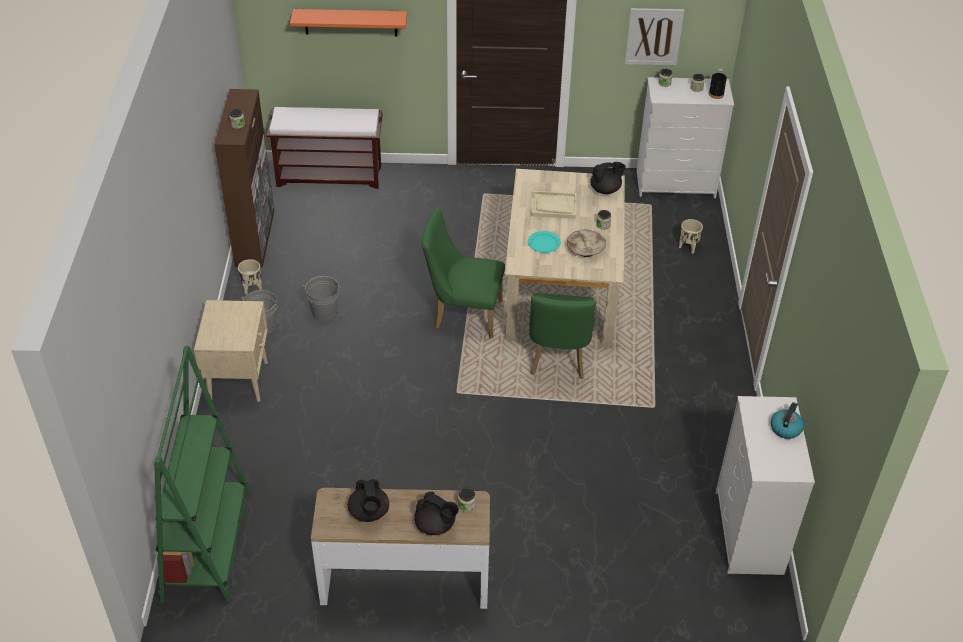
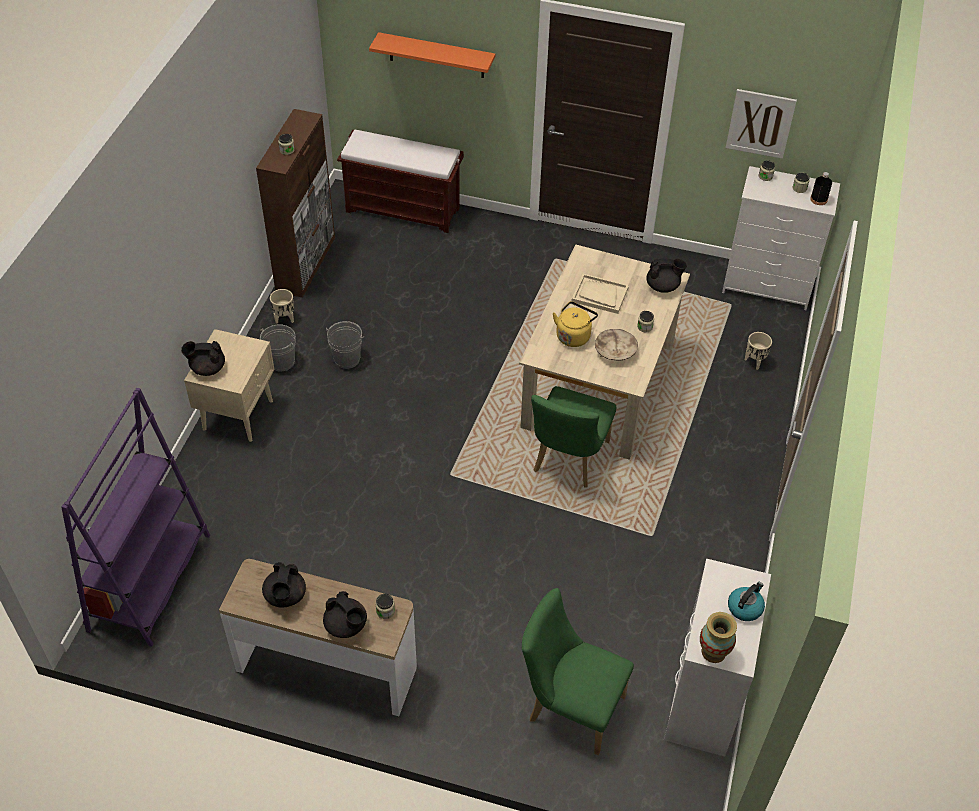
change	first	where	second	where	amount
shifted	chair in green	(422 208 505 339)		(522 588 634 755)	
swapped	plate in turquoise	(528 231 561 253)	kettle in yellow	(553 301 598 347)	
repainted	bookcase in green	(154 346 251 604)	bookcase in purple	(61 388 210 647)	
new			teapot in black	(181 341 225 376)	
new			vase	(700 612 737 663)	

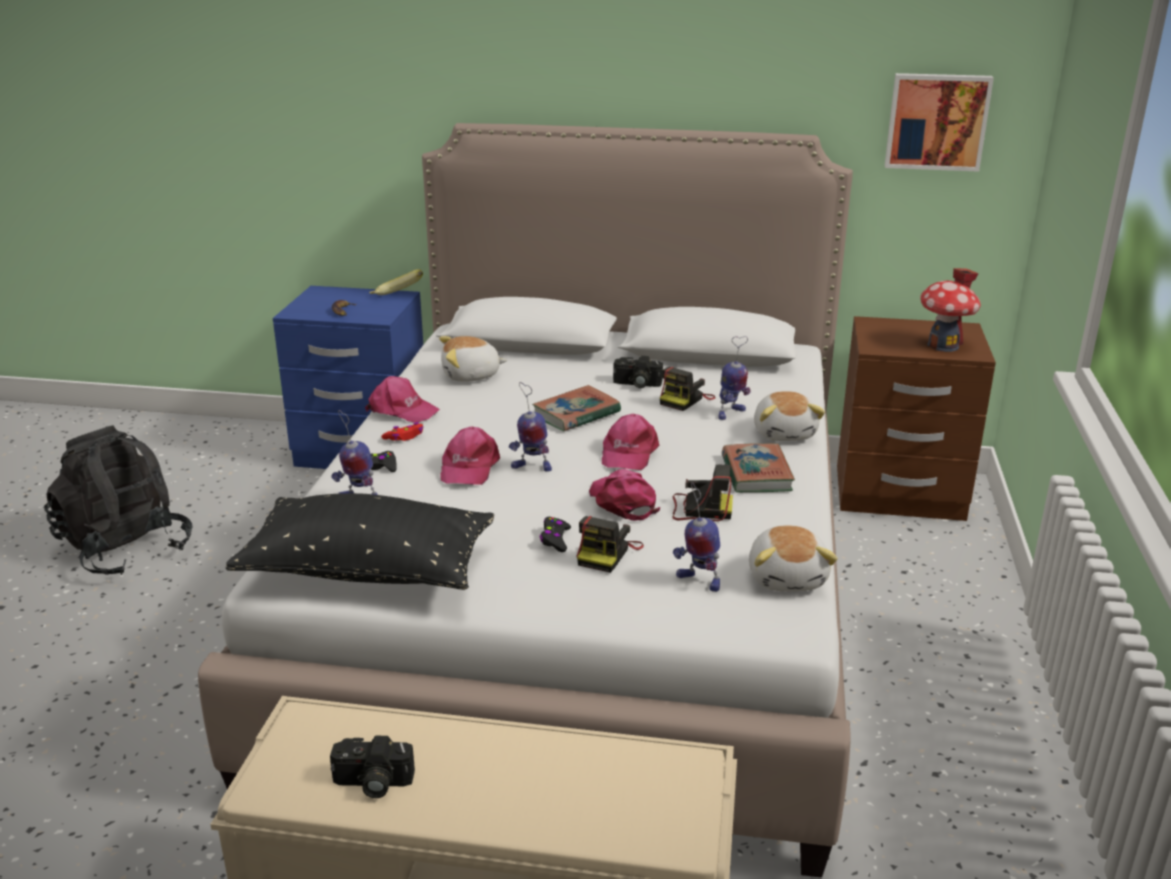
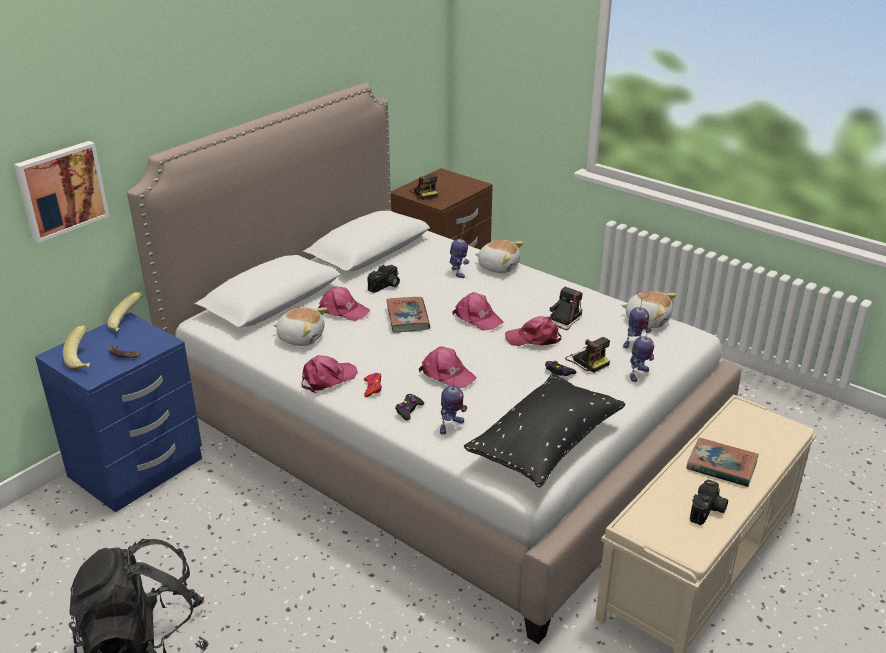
change	first	where	second	where	amount
shifted	picture	(885 73 994 172)		(14 141 109 243)	
gone	toy house	(920 268 981 352)			
rotated	plush toy	(439 336 507 382)		(273 307 327 346)	90 degrees counterclockwise
shifted	photo camera	(660 367 716 411)		(409 174 438 200)	
shifted	toy robot	(509 382 552 472)		(630 319 656 382)	
shifted	book	(722 443 795 493)		(686 438 759 487)	
new			cap in pink	(318 286 370 321)	
new			banana	(63 325 90 370)	

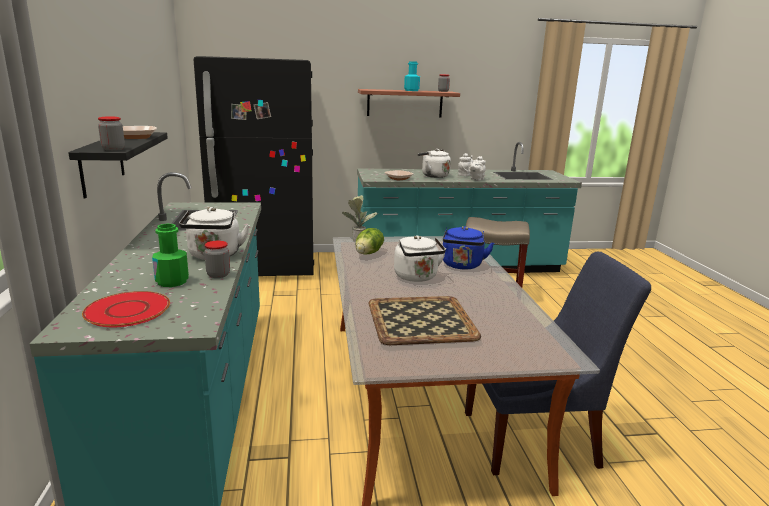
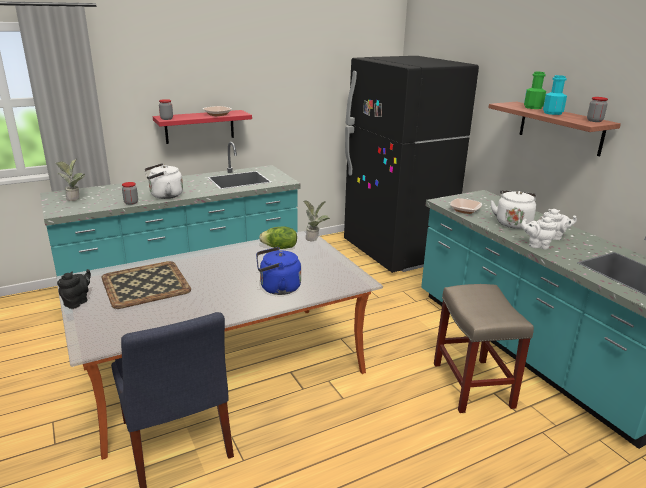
change	first	where	second	where	amount
repainted	shelf in black	(68 132 168 198)	shelf in red	(153 110 252 144)	
shifted	bottle in green	(152 224 189 287)		(524 72 546 109)	
gone	kettle in white	(394 235 446 282)			
swapped	plate in red	(82 291 170 327)	potted plant	(56 159 85 201)	
new			teapot in black	(57 269 91 309)	

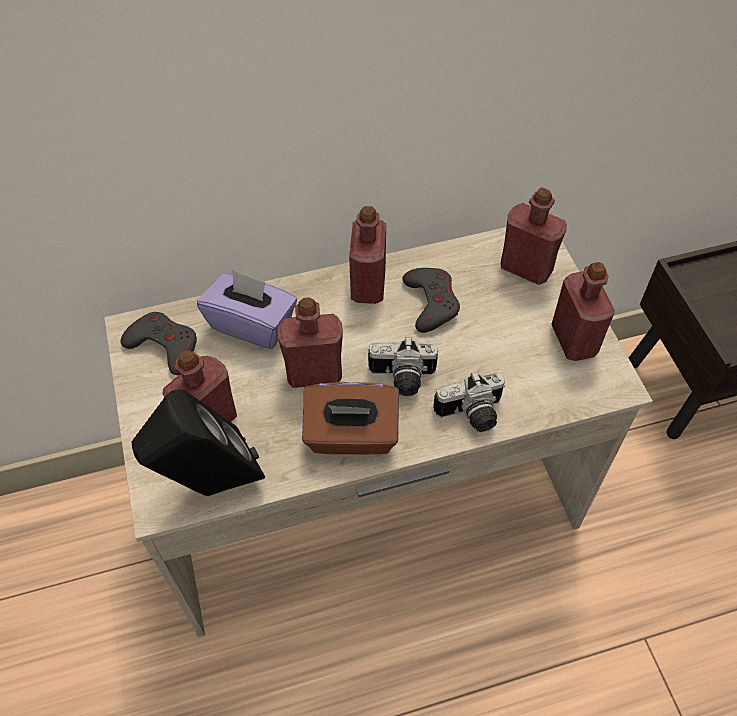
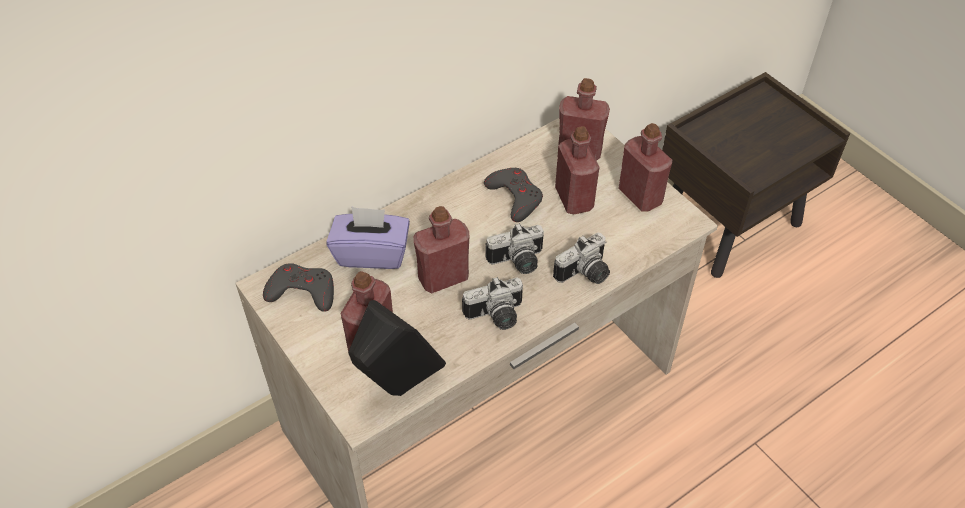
change	first	where	second	where	amount
shifted	bottle in red	(349 206 386 304)		(555 126 600 214)	
swapped	tissue box in brown	(302 382 399 455)	photo camera	(462 277 523 330)	

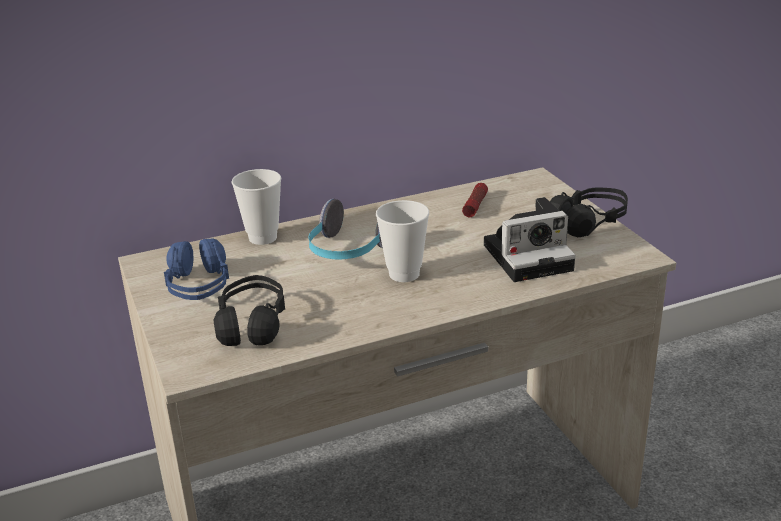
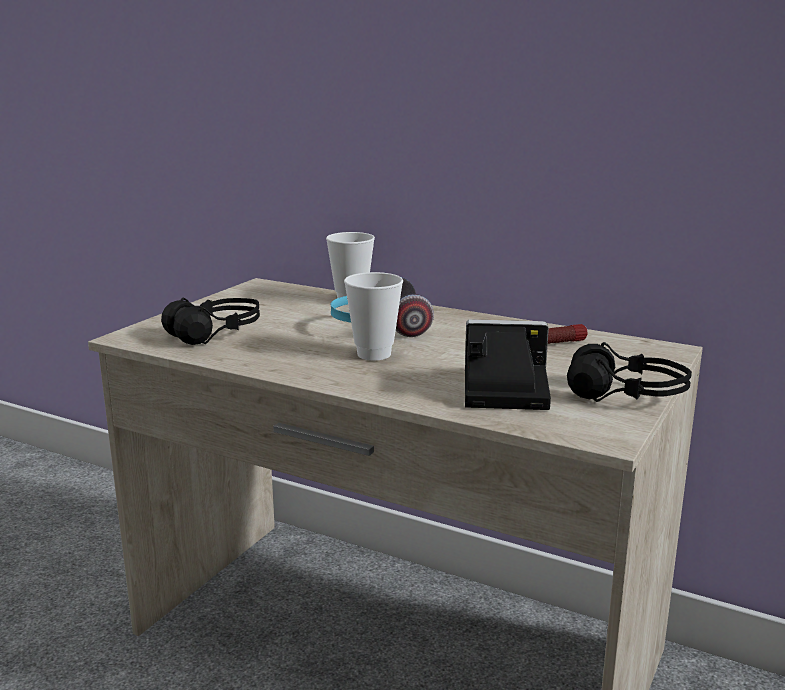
change	first	where	second	where	amount
rotated	photo camera	(484 197 576 282)		(465 319 551 410)	150 degrees clockwise
gone	headphones in blue	(164 239 229 300)			

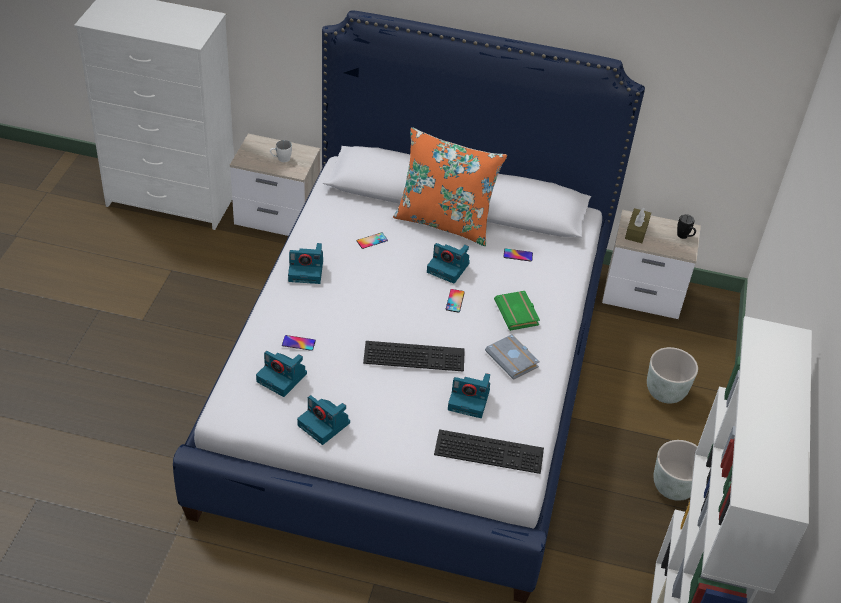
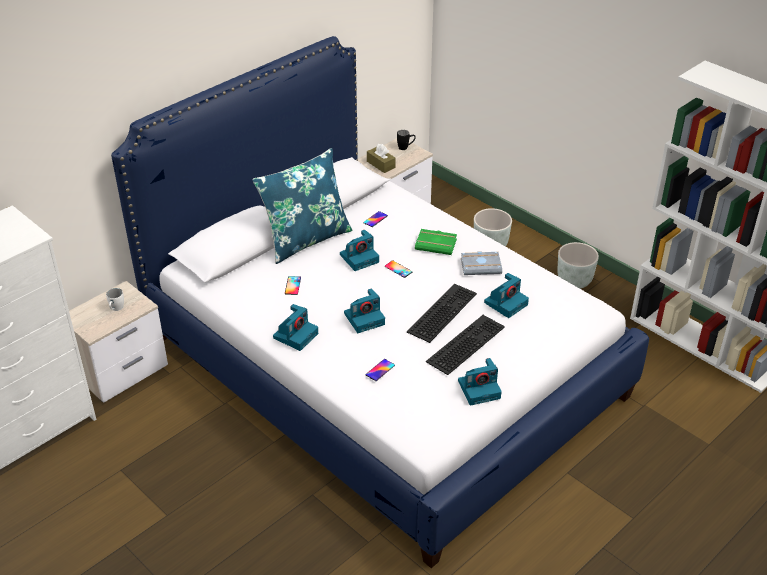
change	first	where	second	where	amount
repainted	pillow in orange	(393 127 507 246)	pillow in blue	(253 148 352 264)	
shifted	photo camera	(256 351 307 397)		(344 288 385 333)	
shifted	keyboard	(434 429 544 474)		(426 315 505 375)	

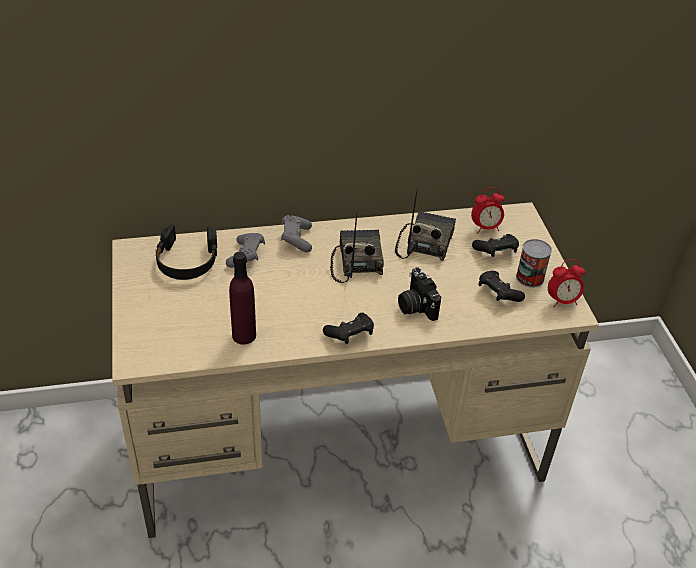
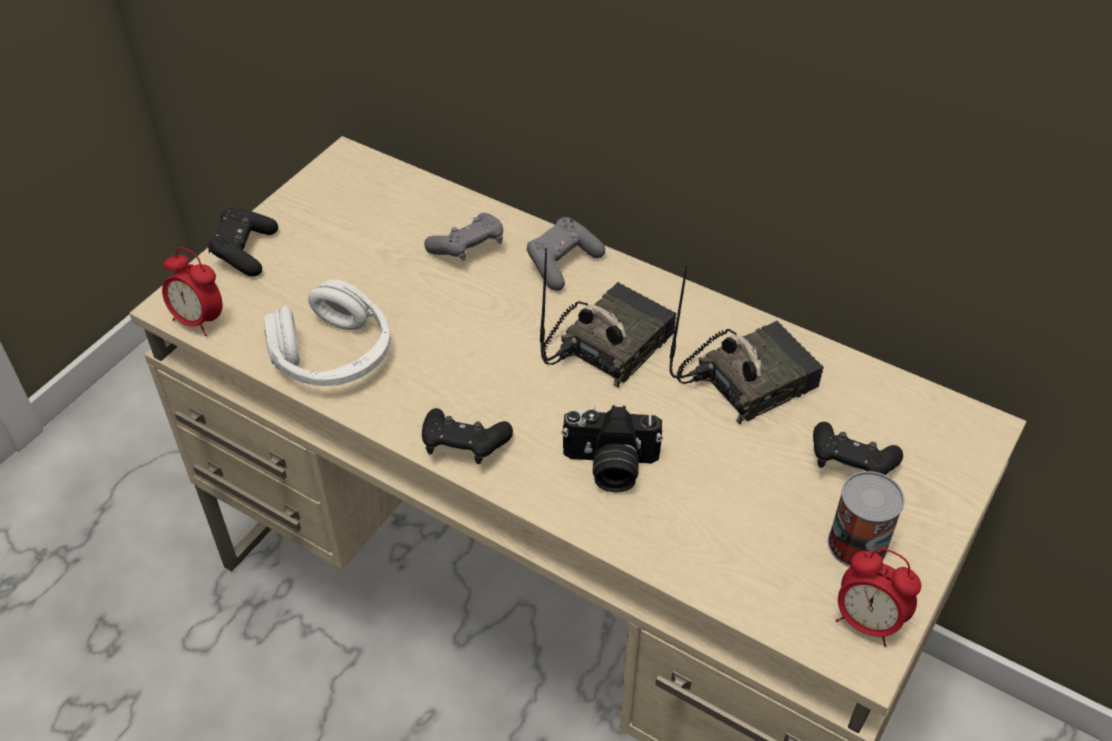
change	first	where	second	where	amount
shifted	alarm clock	(471 187 505 233)		(162 247 223 336)	
gone	headphones in black	(155 224 217 280)			
swapped	bottle in purple	(229 252 256 345)	headphones in white	(264 279 391 386)	
rotated	photo camera	(398 268 441 321)		(561 405 663 493)	105 degrees counterclockwise
shifted	game controller in black	(479 271 525 302)		(208 208 278 277)	

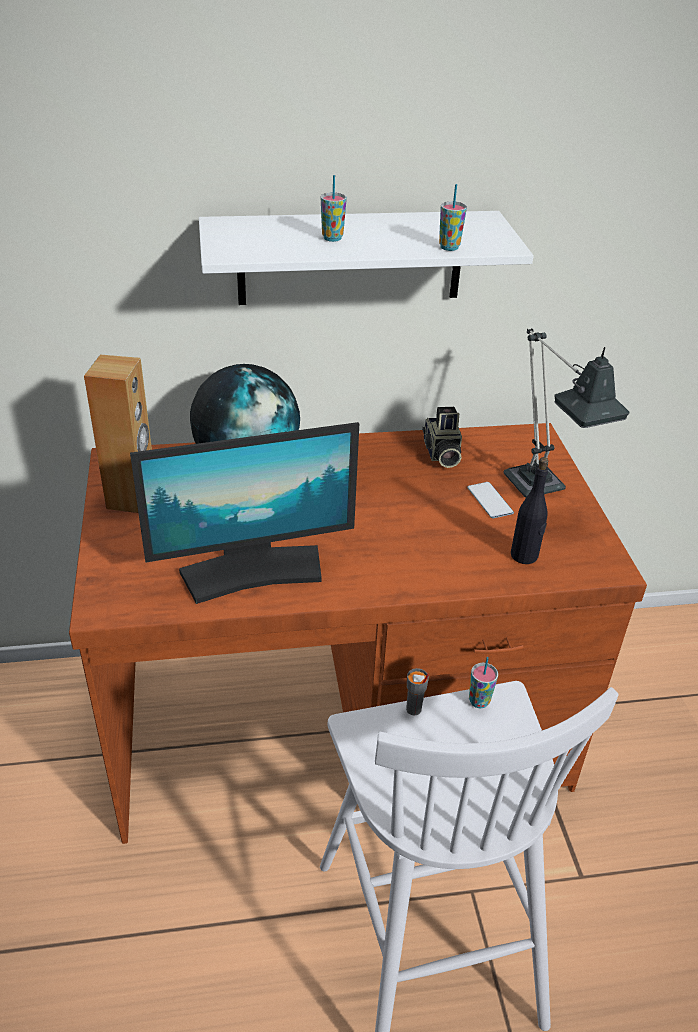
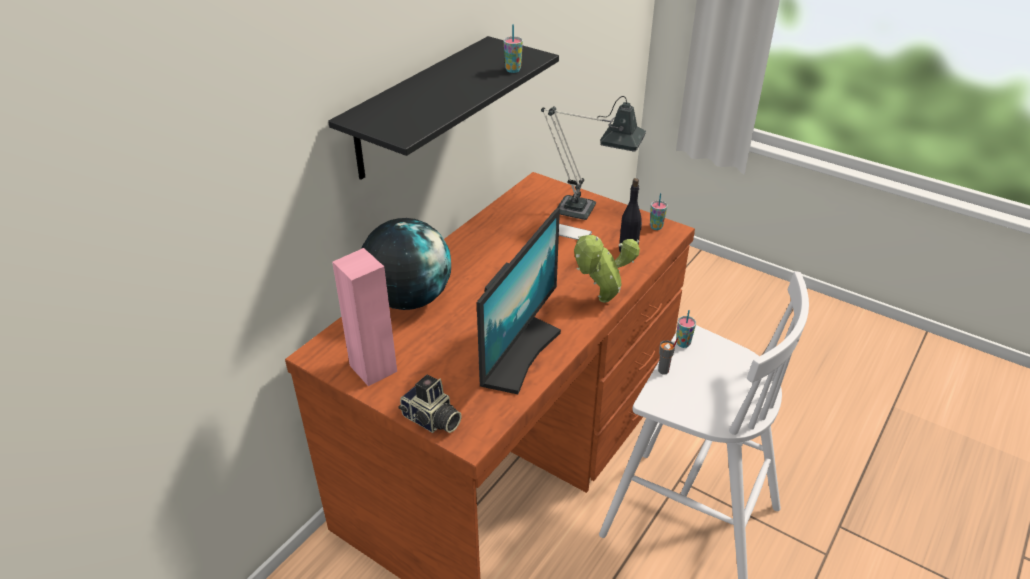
change	first	where	second	where	amount
shifted	cup	(321 175 347 242)		(650 193 668 230)	
repainted	shelf in white	(199 211 534 305)	shelf in black	(328 36 559 180)	
repainted	speaker in brown	(84 355 152 513)	speaker in pink	(332 248 397 386)	
shifted	photo camera	(422 407 462 468)		(398 375 462 433)	
new			potted plant	(574 235 640 303)	

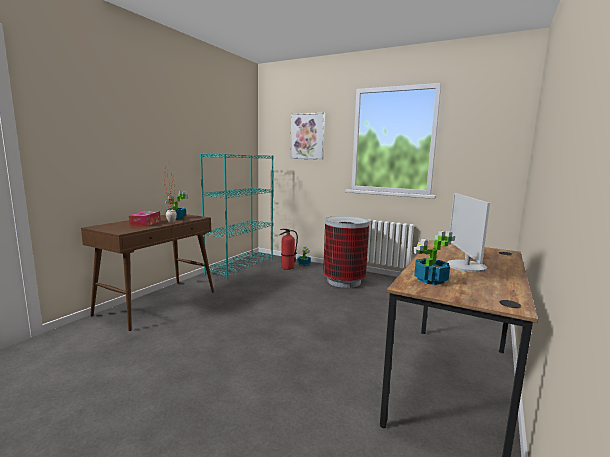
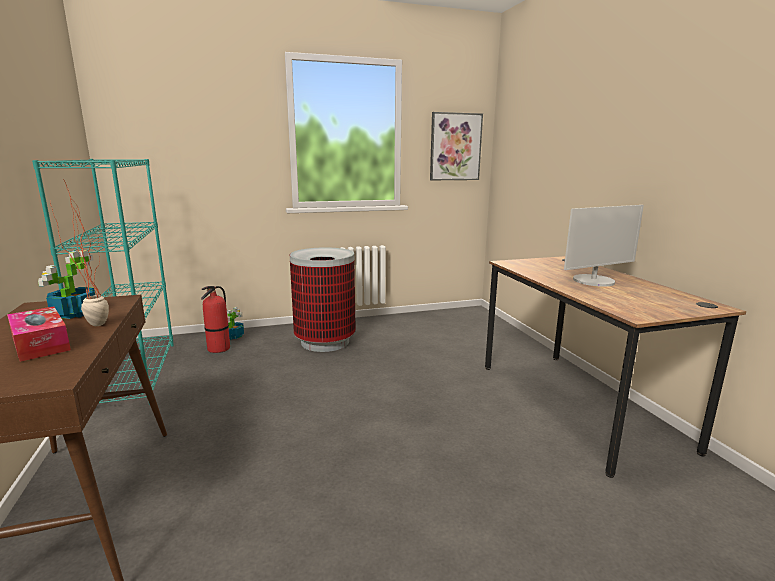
change	first	where	second	where	amount
shifted	picture	(290 113 325 160)		(430 112 483 180)	
rotated	monitor	(447 193 490 272)		(564 205 644 287)	75 degrees counterclockwise
gone	potted plant	(413 231 455 285)			

